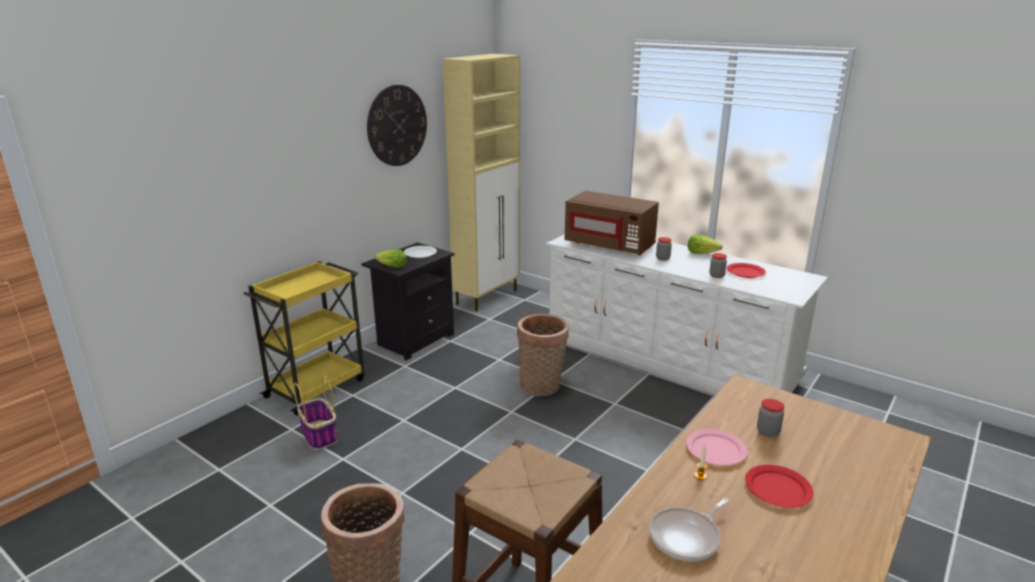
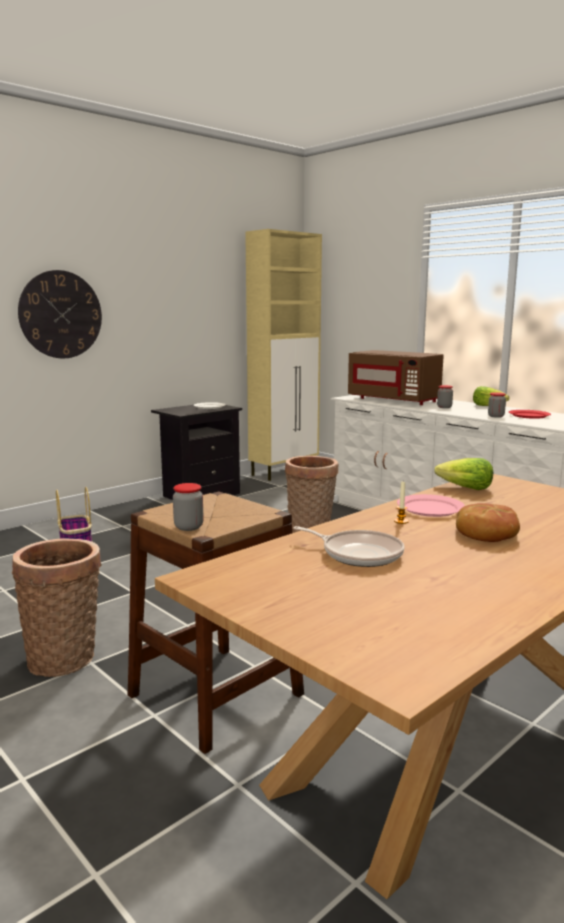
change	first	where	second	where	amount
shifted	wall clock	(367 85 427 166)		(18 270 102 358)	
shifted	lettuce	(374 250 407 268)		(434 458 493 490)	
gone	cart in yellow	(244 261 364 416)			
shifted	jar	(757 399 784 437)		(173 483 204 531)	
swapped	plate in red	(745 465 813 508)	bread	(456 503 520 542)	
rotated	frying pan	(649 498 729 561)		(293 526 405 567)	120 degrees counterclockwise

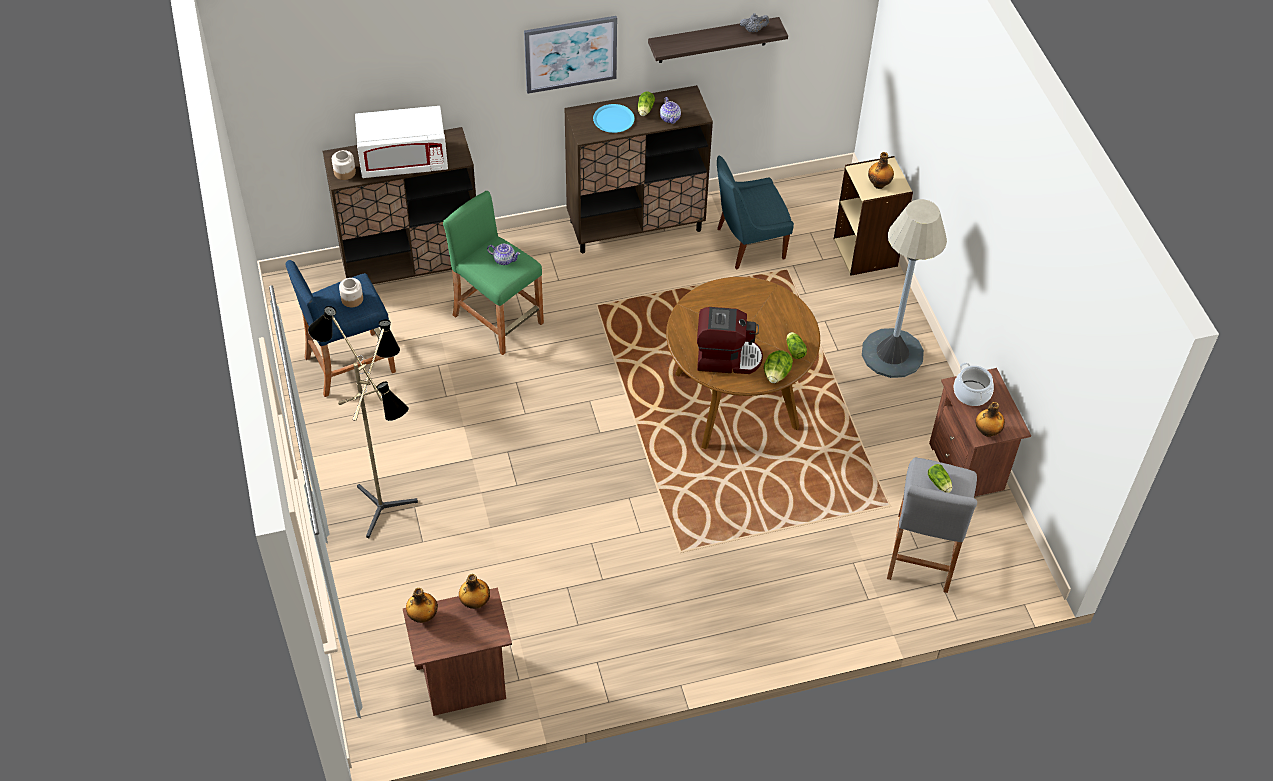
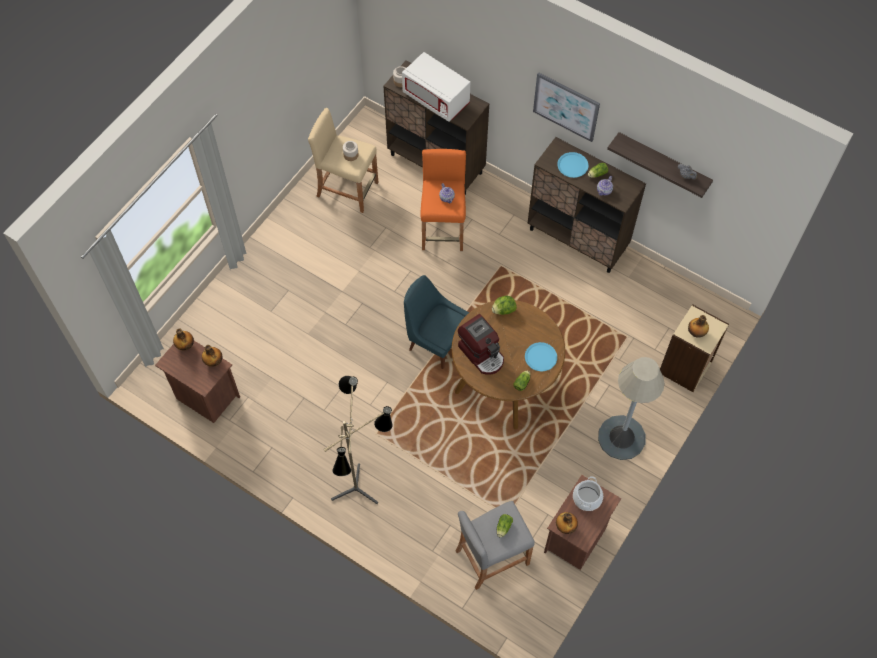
change	first	where	second	where	amount
shifted	chair in blue	(717 155 794 269)		(404 275 469 369)	
repainted	stool in green	(443 191 544 355)	stool in orange	(420 149 466 251)	
repainted	stool in blue	(285 260 396 397)	stool in beige	(308 108 378 213)	
shifted	floor lamp	(308 306 418 538)		(324 376 393 504)	
shifted	lettuce	(764 350 793 383)		(492 296 517 315)	
new			plate in blue	(525 342 557 371)	

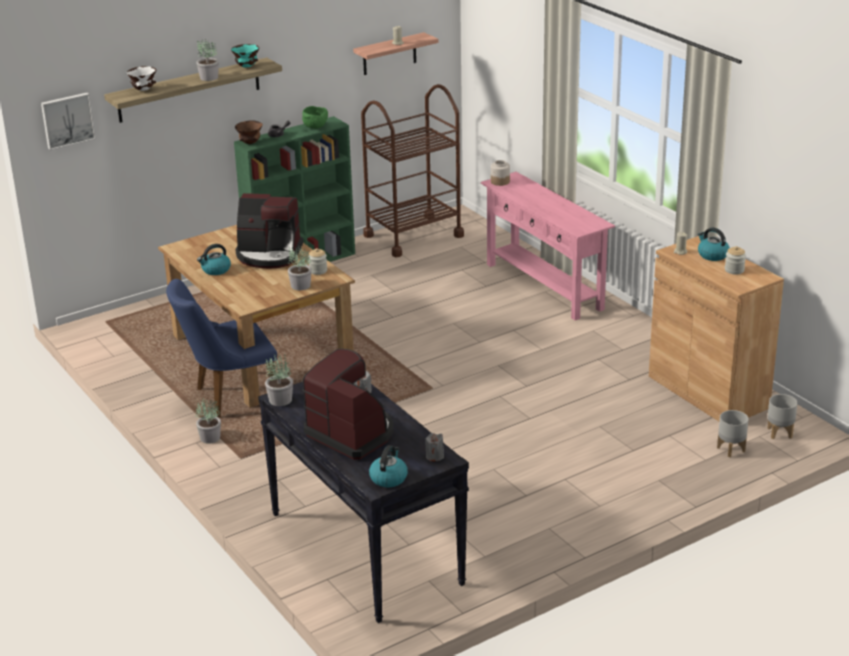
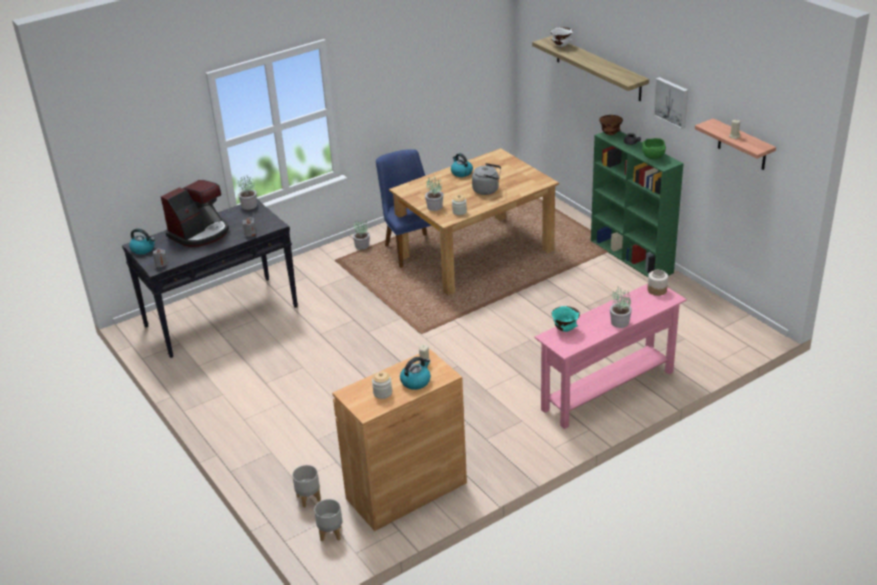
change	first	where	second	where	amount
shifted	potted plant	(196 39 219 81)		(610 287 632 328)	
shifted	bowl in turquoise	(231 44 259 68)		(552 306 580 332)	
gone	cart in brown	(361 84 464 257)			
shifted	picture	(41 93 96 150)		(653 77 689 129)	
swapped	coffee machine	(235 193 304 268)	kettle in grey	(472 163 501 195)	

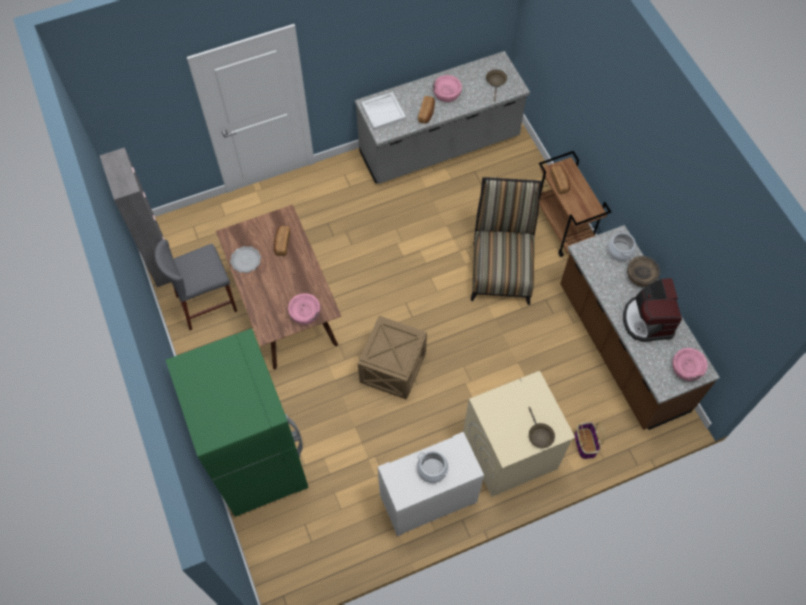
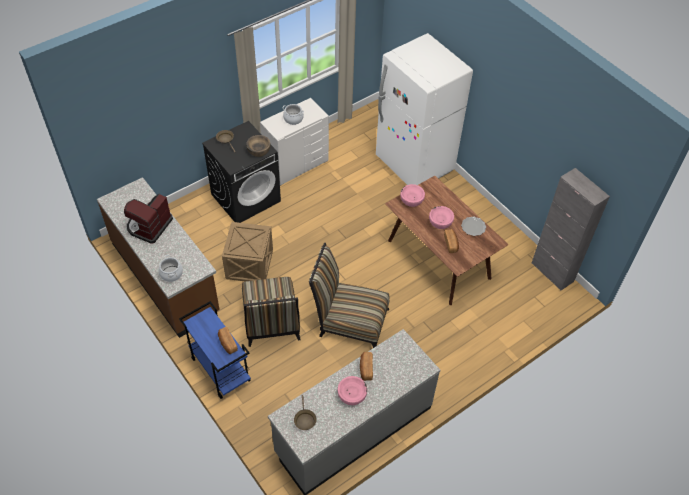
change	first	where	second	where	amount
gone	tray in white	(361 92 406 130)			
repainted	cart in brown	(539 151 611 257)	cart in blue	(179 301 251 399)	
gone	stool in grey	(155 239 237 330)			
shifted	bowl in brown	(627 256 660 287)		(246 135 271 157)	
rotated	coffee machine	(623 278 682 342)		(124 194 173 244)	135 degrees counterclockwise
shifted	crate	(358 316 427 400)		(222 222 273 282)	
repainted	fridge in green	(166 329 308 517)	fridge in white	(376 33 473 185)	
shifted	bowl in pink	(672 348 708 381)		(429 206 454 229)	
repainted	washing machine in beige	(463 371 575 497)	washing machine in black	(202 121 281 223)	
gone	basket	(575 422 604 459)			
new			chair	(309 243 389 348)	

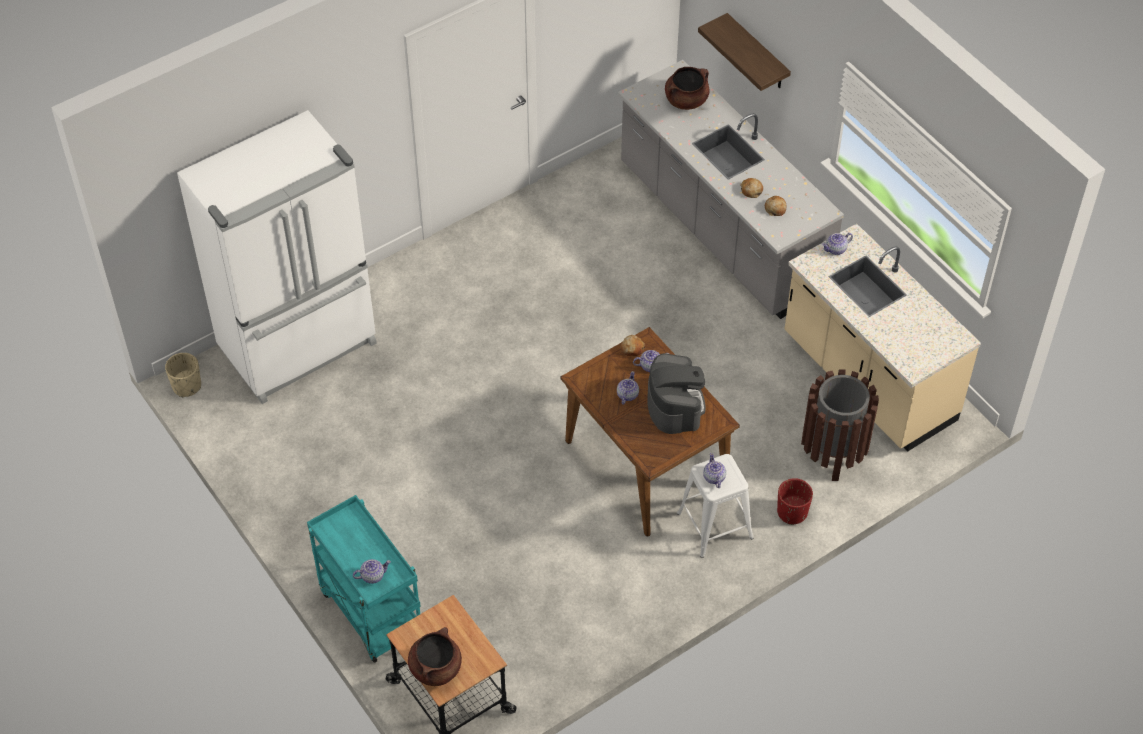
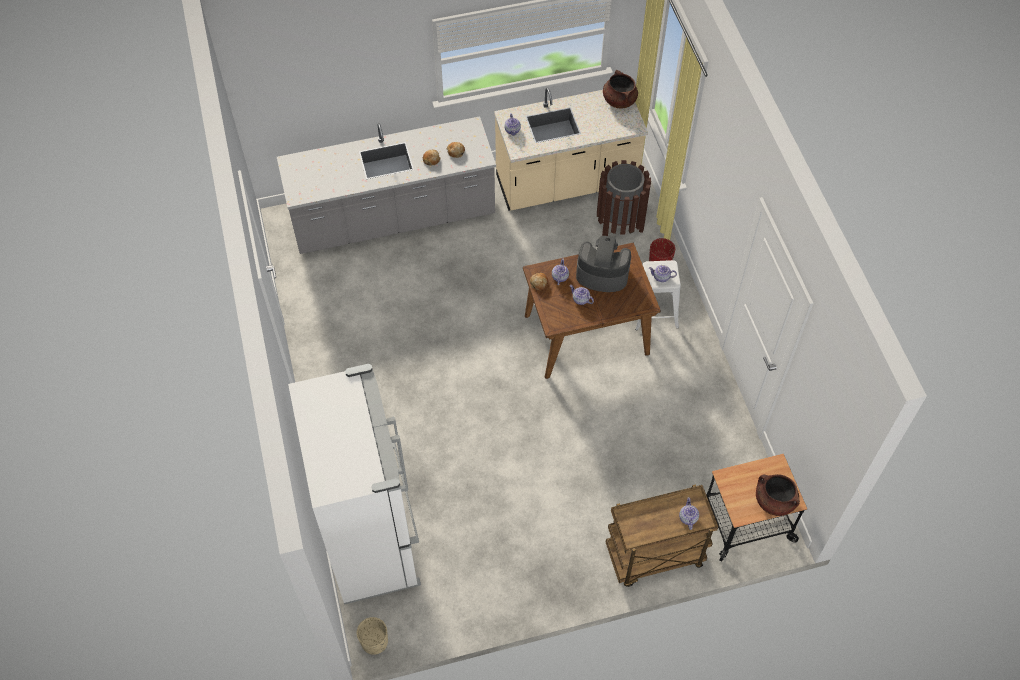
change	first	where	second	where	amount
gone	shelf	(698 13 791 91)			
shifted	cooking pot in brown	(665 67 709 110)		(603 70 638 108)	
repainted	cart in turquoise	(307 495 421 663)	cart in brown	(606 484 719 587)	

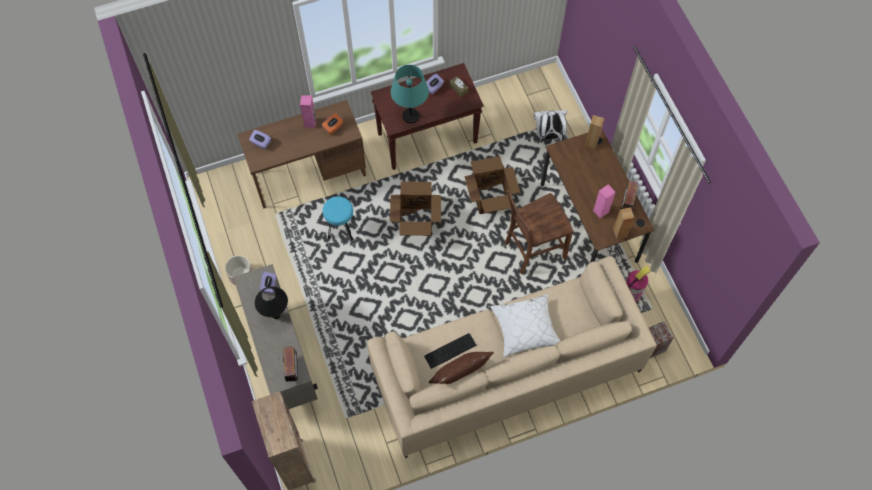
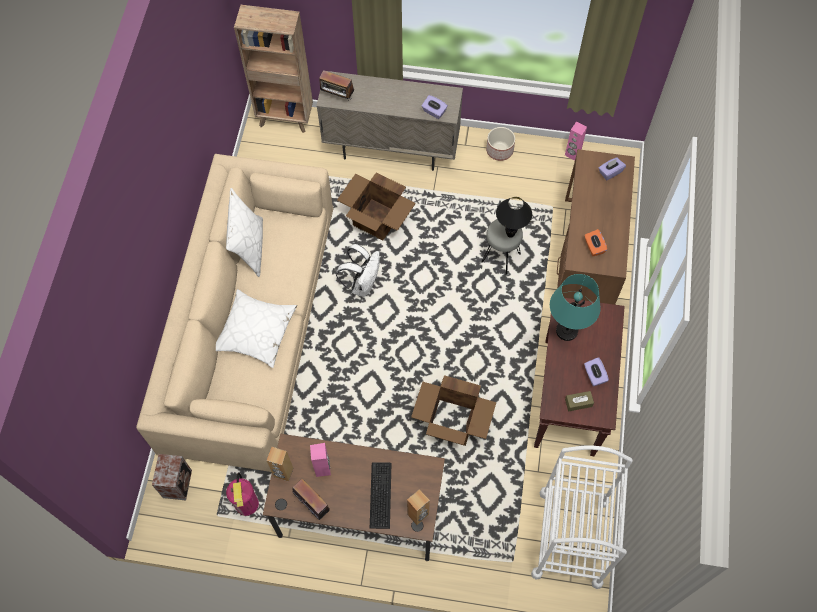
change	first	where	second	where	amount
shifted	speaker in pink	(300 95 316 128)		(565 122 587 160)	
shifted	backpack in white	(534 110 568 143)		(336 244 380 297)	
shifted	cardboard box	(390 181 441 236)		(337 172 416 240)	
gone	chair in brown	(505 190 573 274)			
repainted	stool in turquoise	(323 196 355 240)	stool in grey	(482 219 523 275)	
shifted	table lamp in black	(255 286 288 319)		(496 197 532 238)	
shifted	keyboard	(424 333 477 369)		(370 462 392 529)	
repainted	pillow in brown	(428 352 494 384)	pillow in white	(226 188 263 277)	
new			cart in white	(531 446 633 589)	

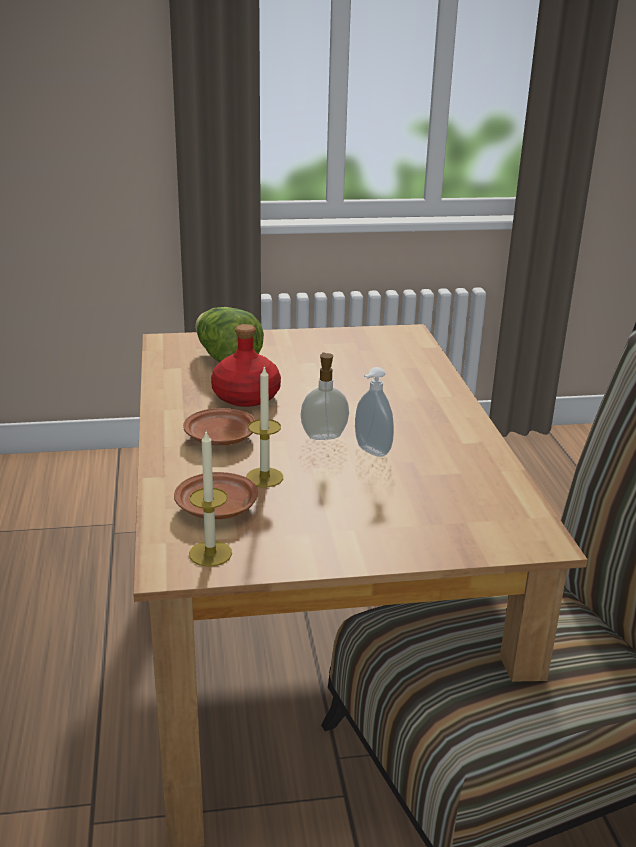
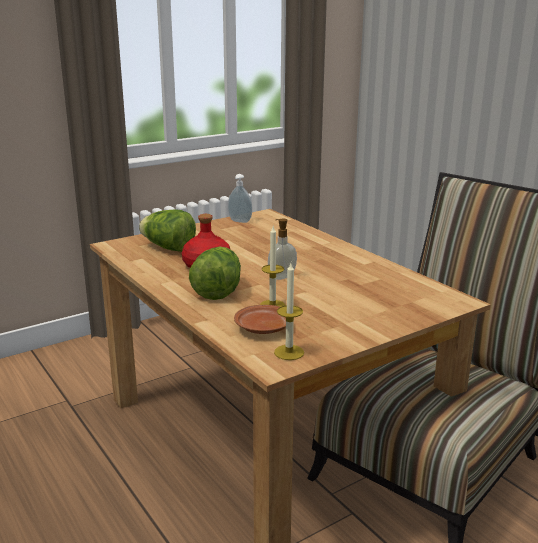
change	first	where	second	where	amount
shifted	soap dispenser	(355 367 394 457)		(228 174 252 223)	
swapped	plate in brown	(183 408 255 445)	lettuce	(189 247 241 300)	

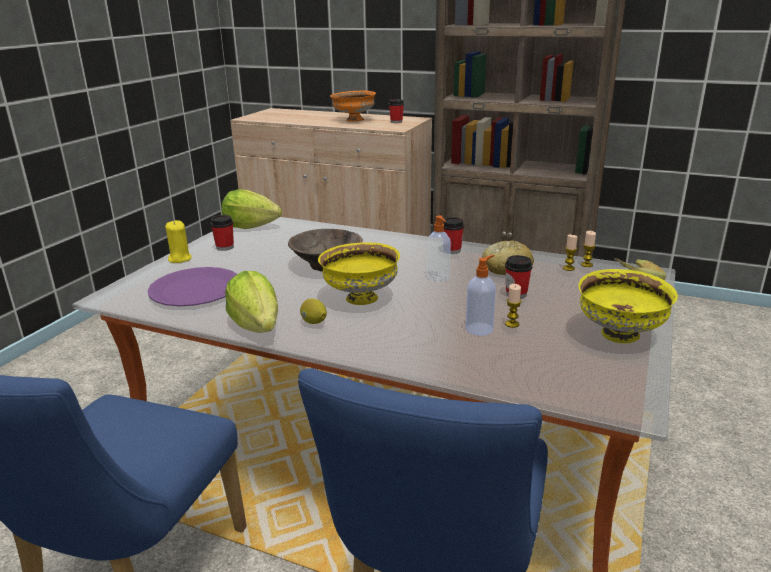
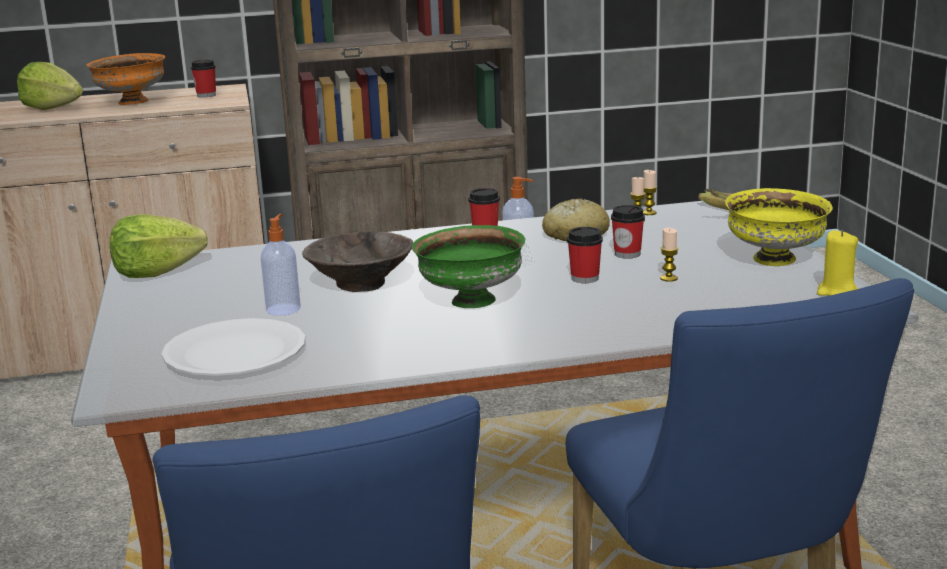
change	first	where	second	where	amount
shifted	cup	(210 215 234 251)		(567 227 603 283)	
shifted	candle in yellow	(165 220 191 263)		(817 230 858 296)	
repainted	bowl in yellow	(318 242 400 305)	bowl in green	(412 225 525 308)	
shifted	soap dispenser	(466 255 496 336)		(261 214 301 316)	
repainted	plate in purple	(147 267 237 306)	plate in white	(162 318 305 376)	
shifted	lettuce	(225 271 278 333)		(17 62 83 110)	
gone	lemon	(300 299 327 324)			

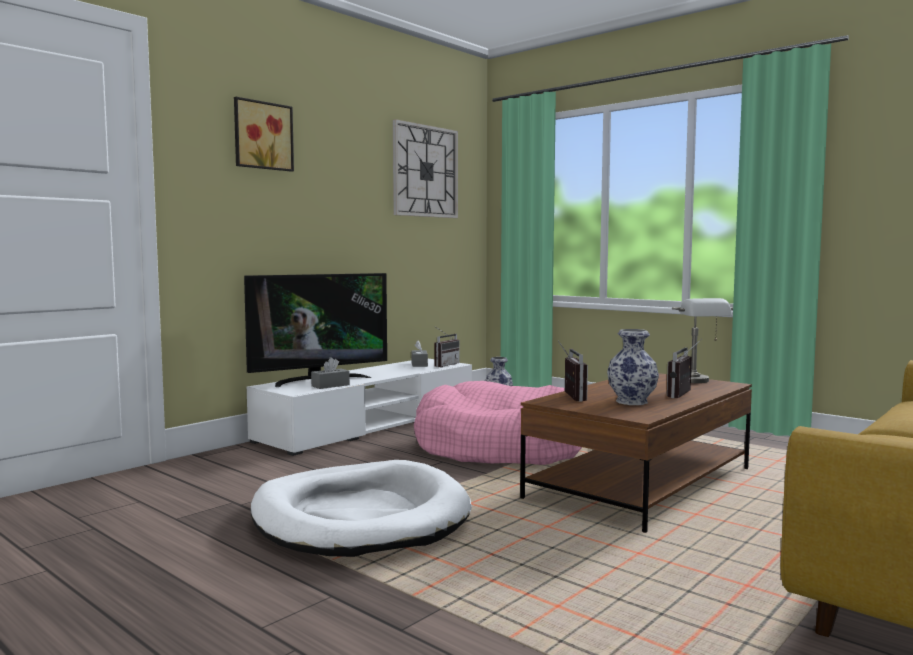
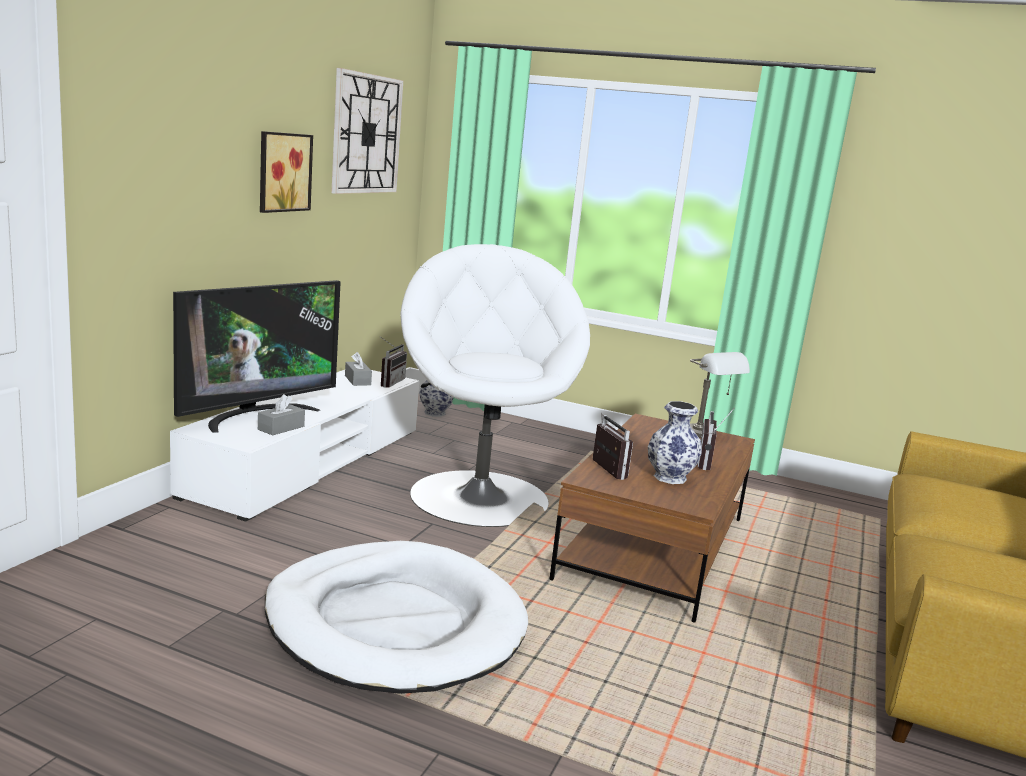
change	first	where	second	where	amount
shifted	picture	(234 97 294 172)		(260 131 313 213)	
swapped	dog bed in pink	(414 381 582 465)	armchair in white	(400 244 590 527)	

